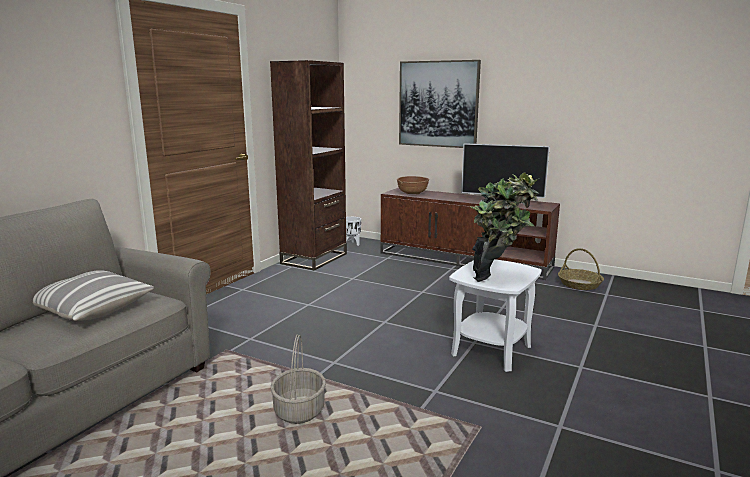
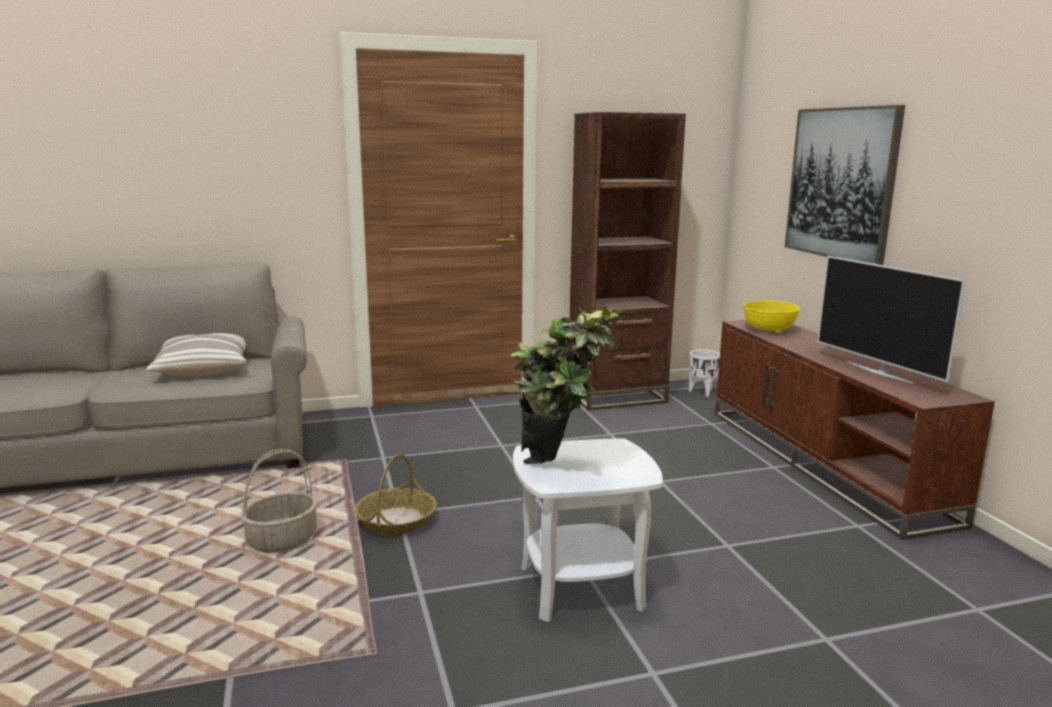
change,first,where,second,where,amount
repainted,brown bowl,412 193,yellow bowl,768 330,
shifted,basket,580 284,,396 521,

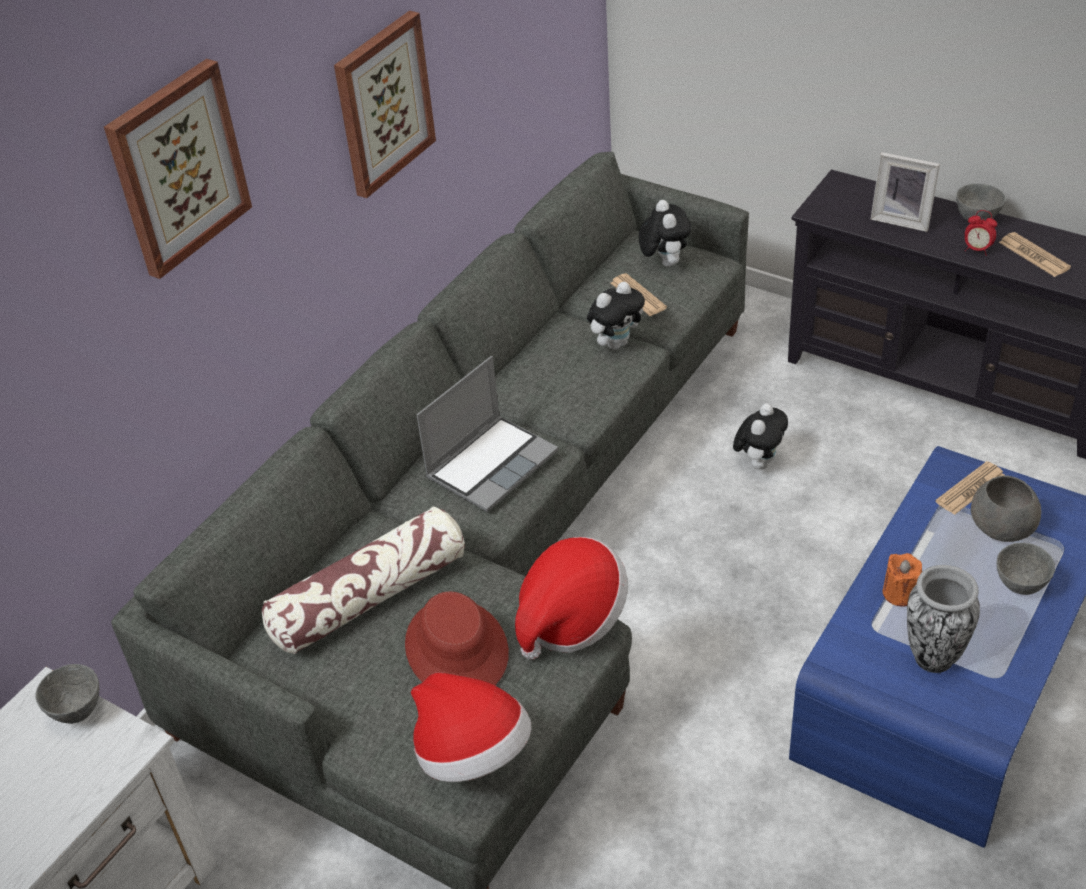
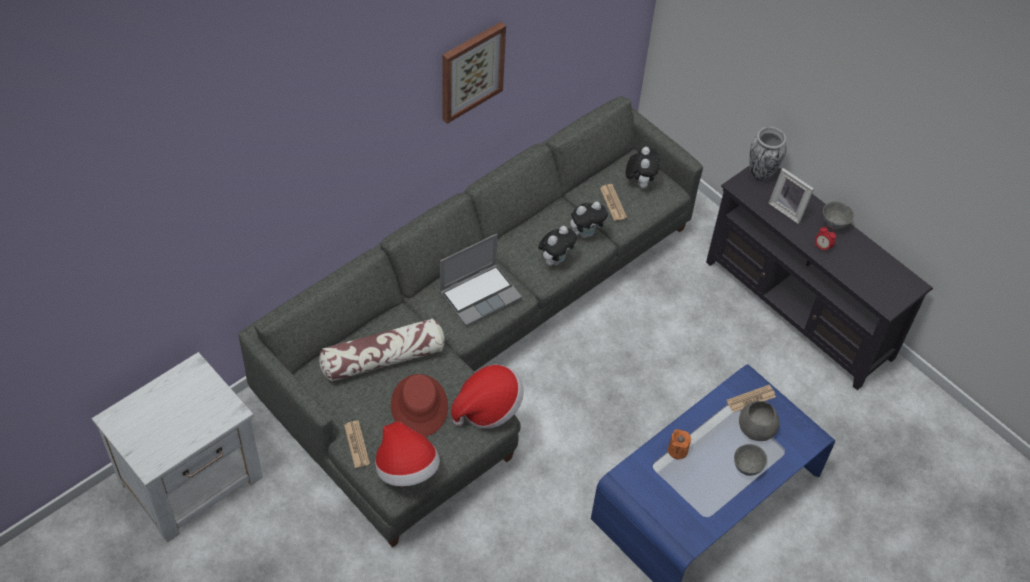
change,first,where,second,where,amount
gone,picture,177 168,,,
shifted,newspaper,1034 255,,356 444,
shifted,plush toy,759 462,,555 259,
shifted,vase,933 656,,761 174,
gone,grey bowl,76 712,,,

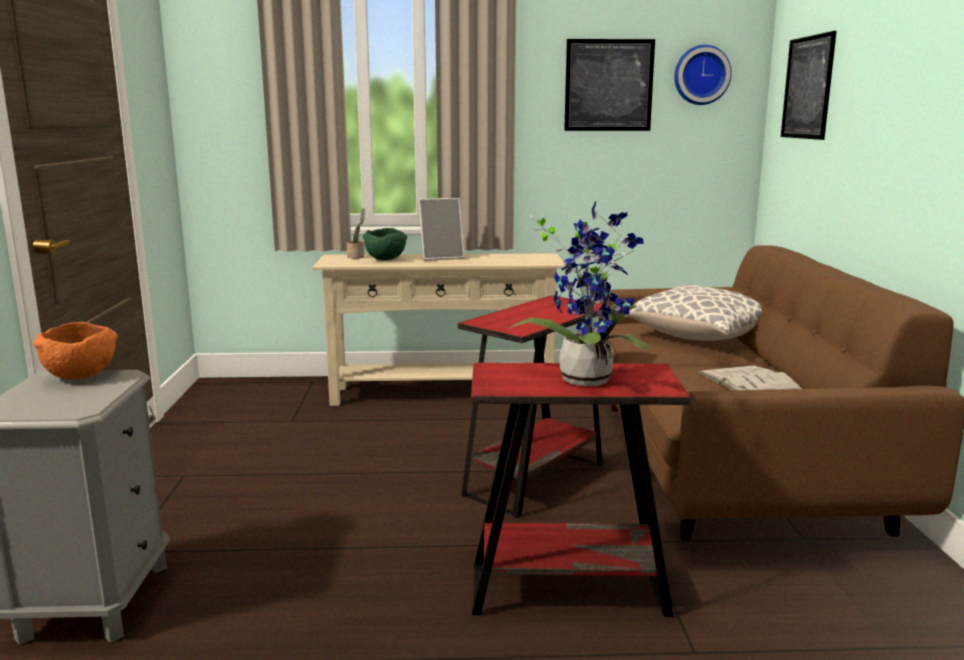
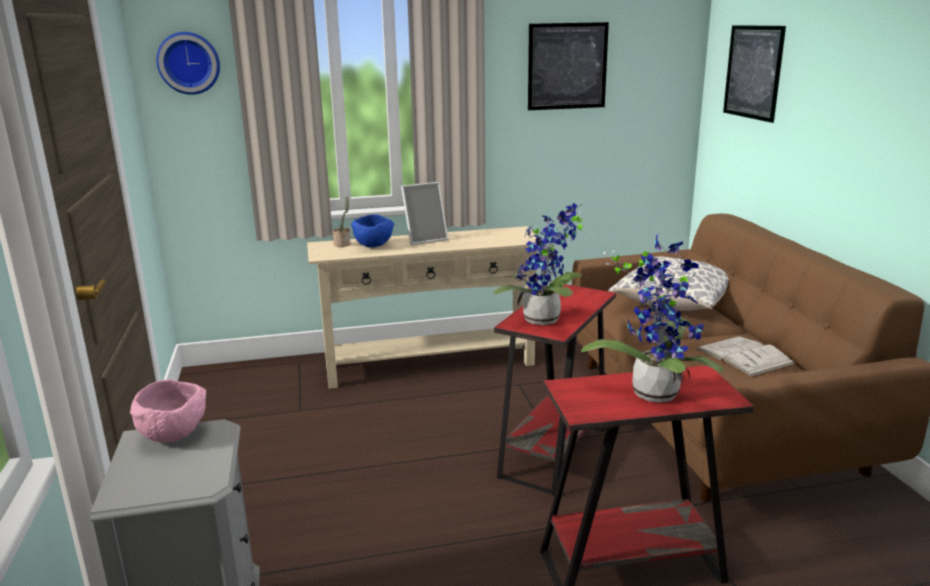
change,first,where,second,where,amount
shifted,wall clock,701 75,,189 63,
repainted,green bowl,386 259,blue bowl,374 246,
repainted,orange bowl,81 376,pink bowl,174 435,
new,,,potted plant,545 321,

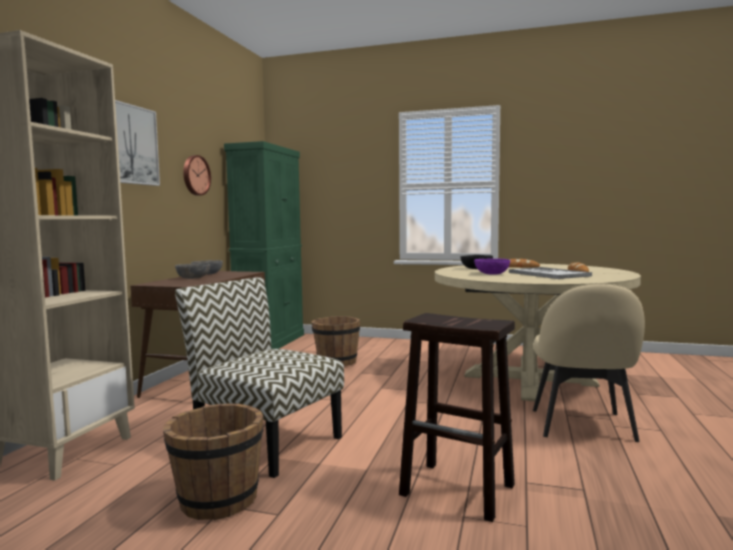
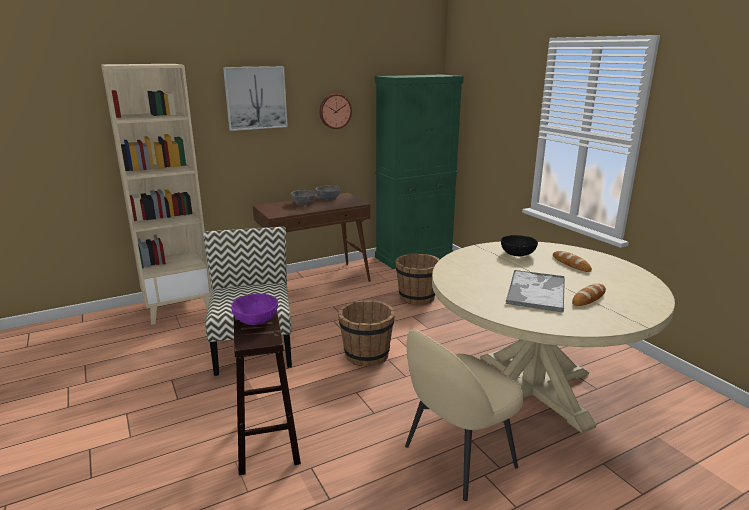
change,first,where,second,where,amount
shifted,purple bowl,491 274,,256 320,
shifted,brown bucket,218 500,,366 355,

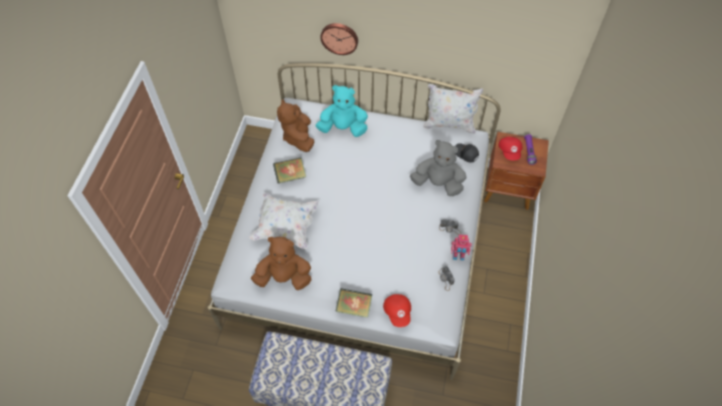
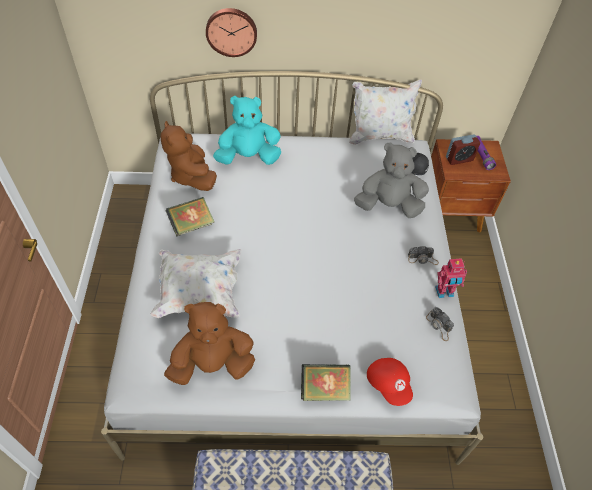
change,first,where,second,where,amount
swapped,red cap,510 151,alarm clock,459 159,

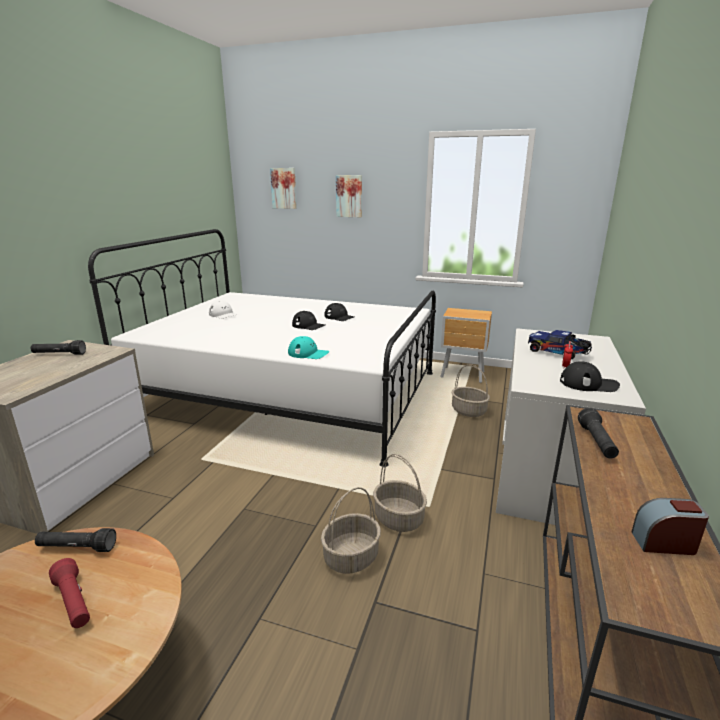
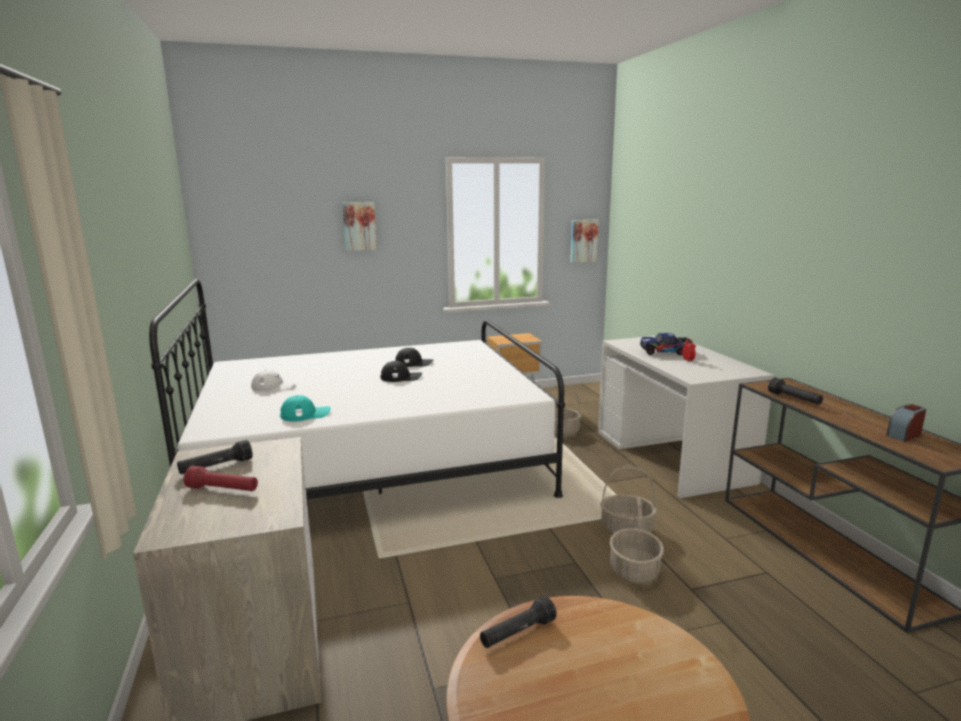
change,first,where,second,where,amount
shifted,picture,284 188,,583 240,
shifted,turquoise cap,308 353,,305 414,
gone,black cap,588 384,,,
shifted,red flashlight,73 602,,223 490,

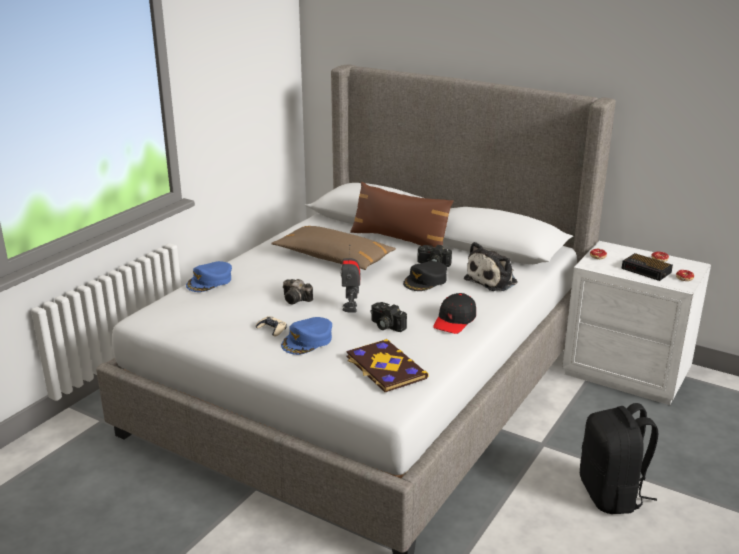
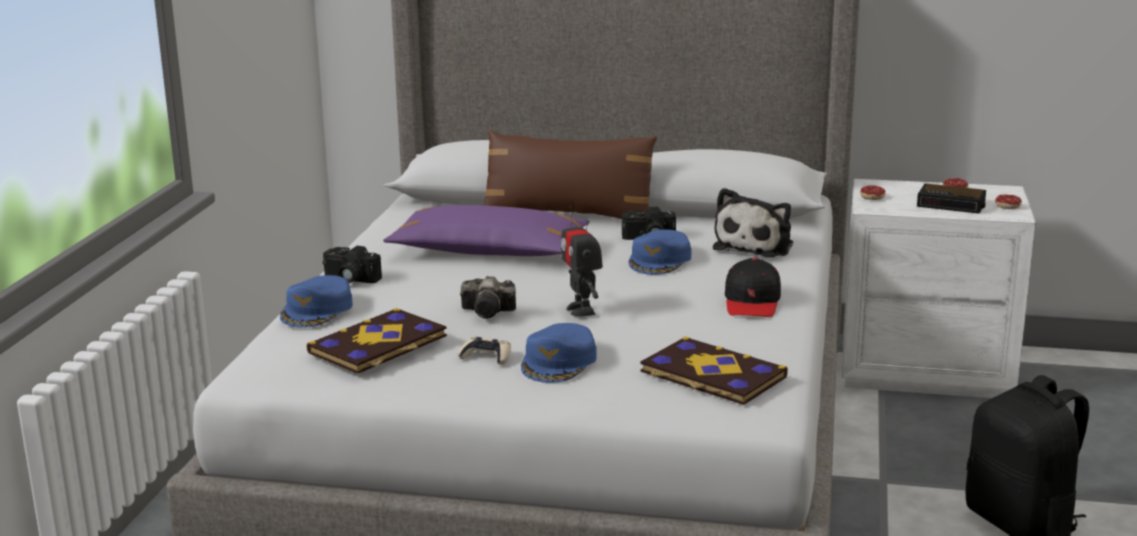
change,first,where,second,where,amount
repainted,brown pillow,333 258,purple pillow,489 252,
repainted,black cap,425 281,blue cap,660 260,
shifted,photo camera,385 326,,349 279,
new,,,book,379 345,

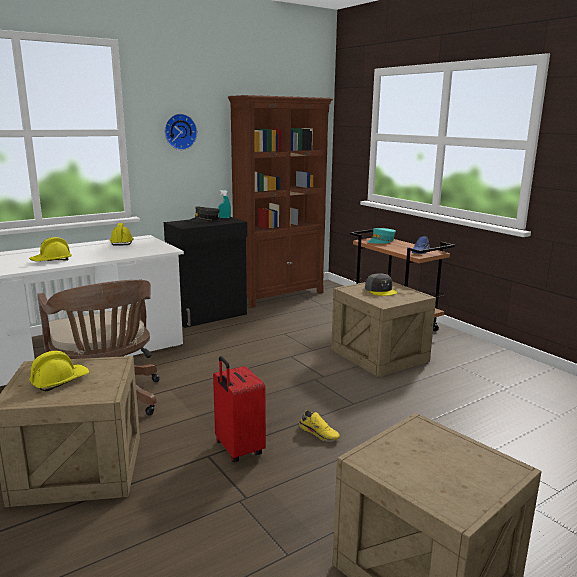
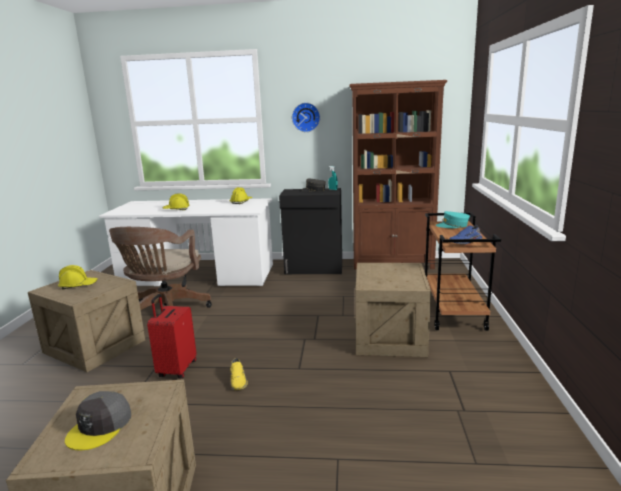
change,first,where,second,where,amount
shifted,grey cap,380 290,,100 426,

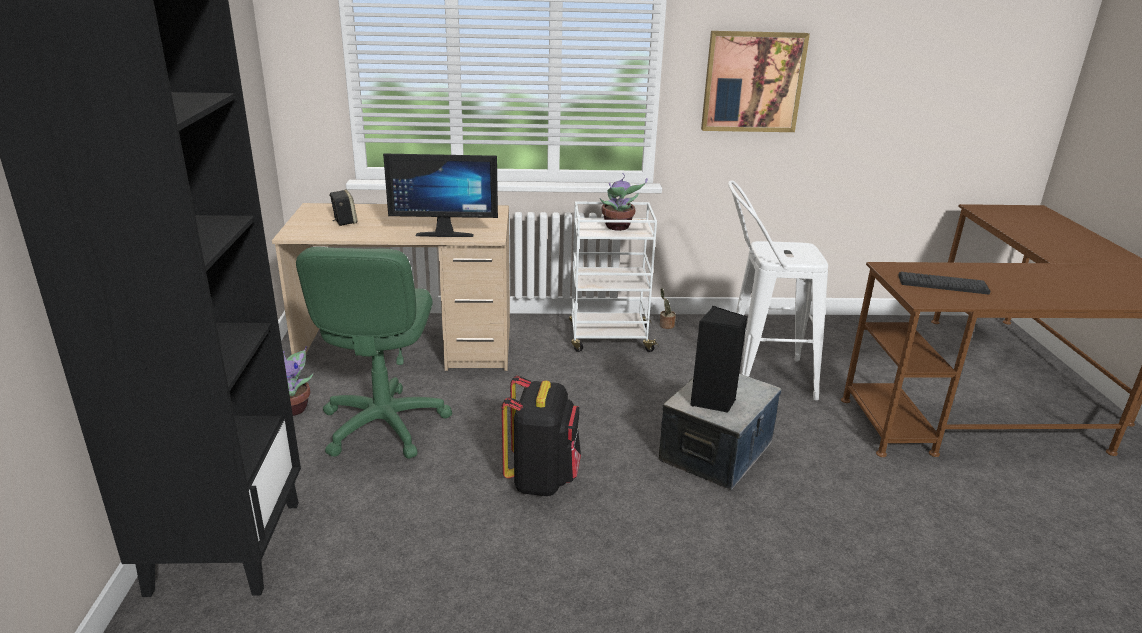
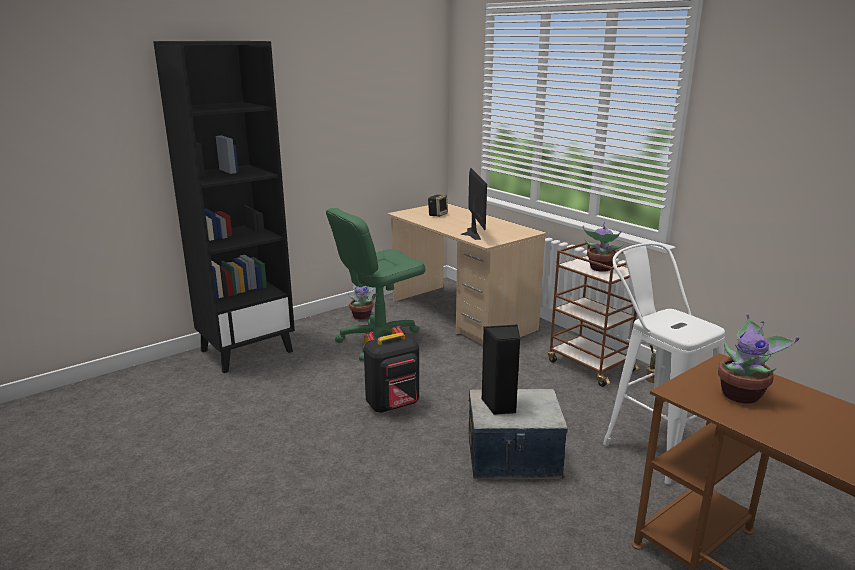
change,first,where,second,where,amount
gone,picture,753 82,,,
rotated,monitor,445 232,,468 234,150 degrees counterclockwise
repainted,white cart,609 338,brown cart,589 365,
swapped,keyboard,942 284,potted plant,743 395,

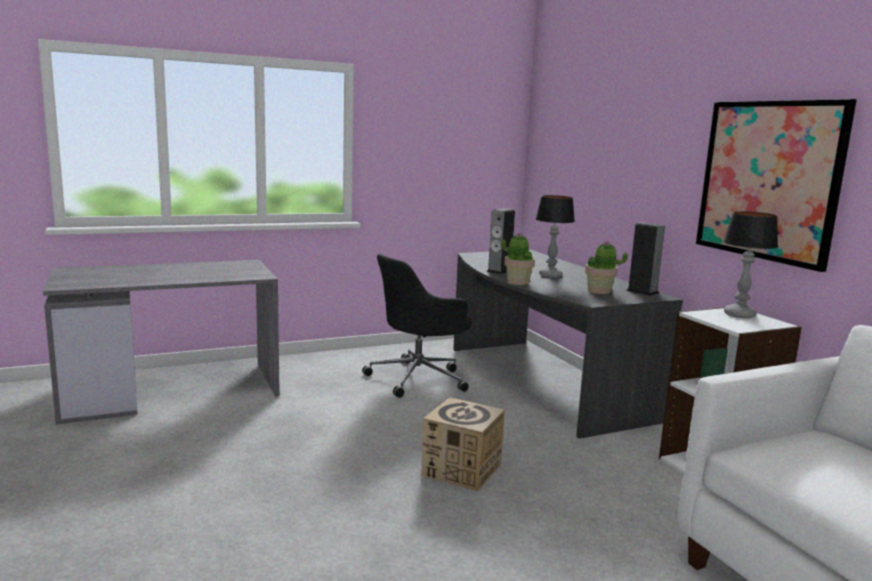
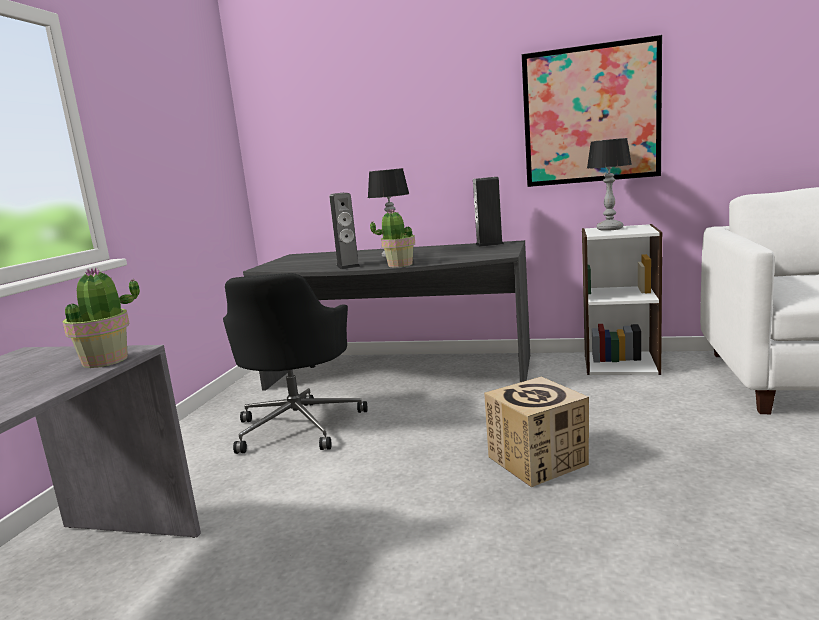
change,first,where,second,where,amount
shifted,potted plant,599 291,,106 361,

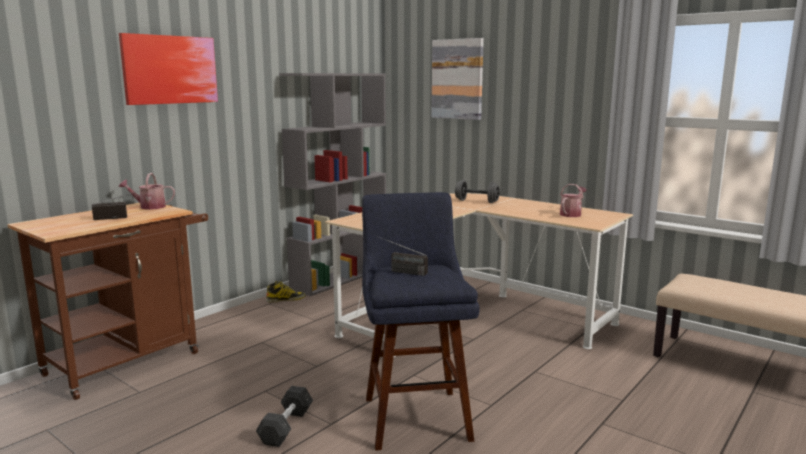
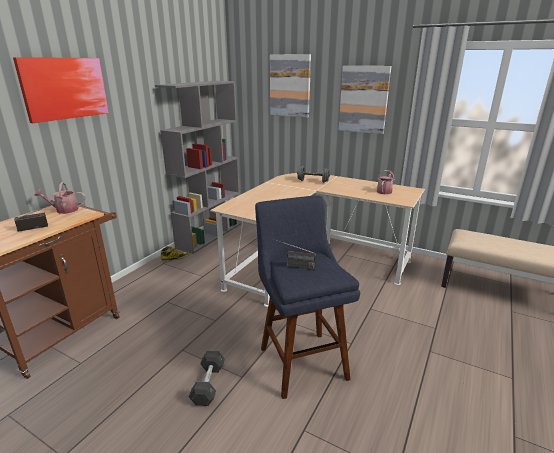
change,first,where,second,where,amount
new,,,picture,364 99,

